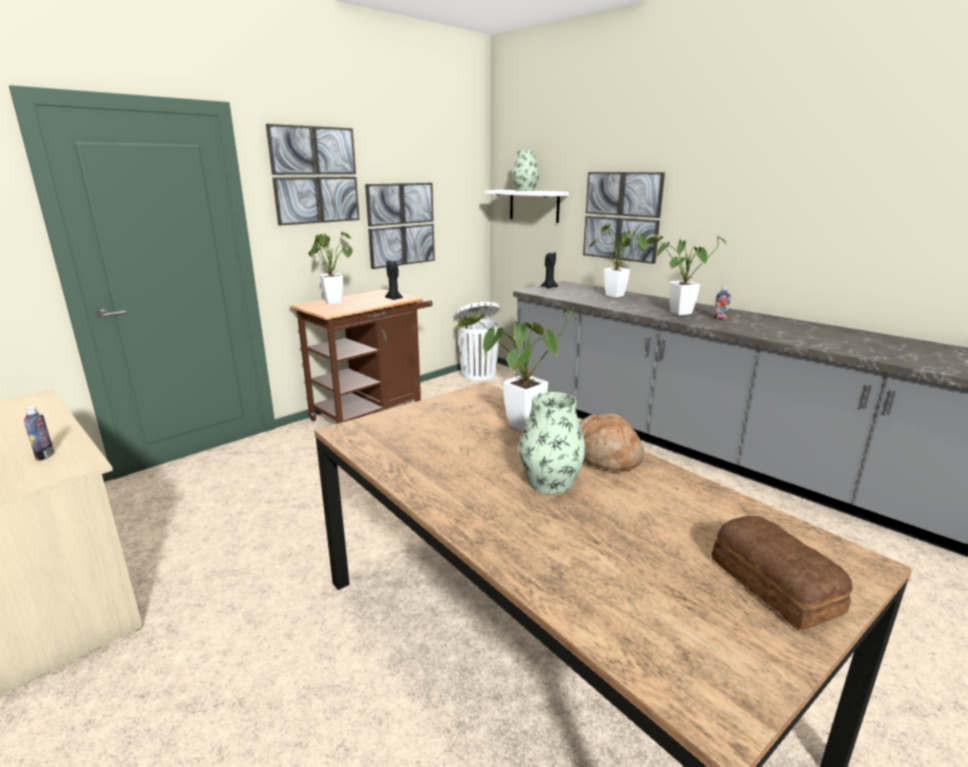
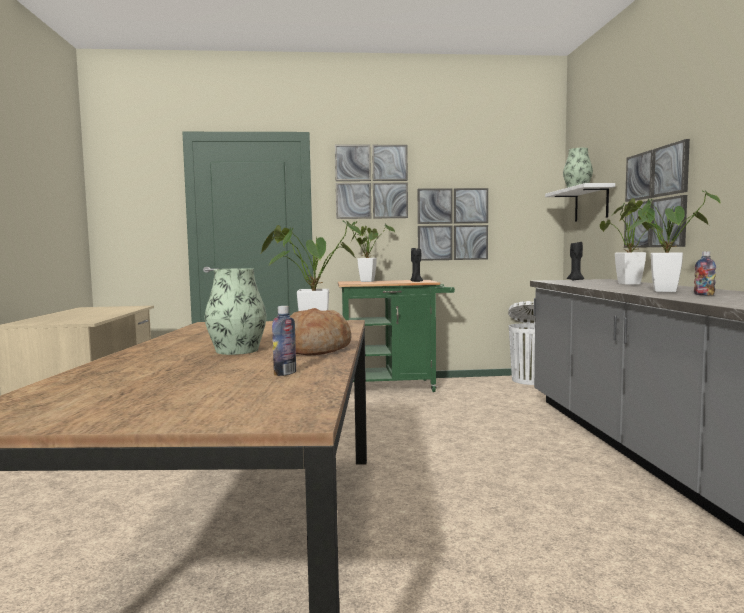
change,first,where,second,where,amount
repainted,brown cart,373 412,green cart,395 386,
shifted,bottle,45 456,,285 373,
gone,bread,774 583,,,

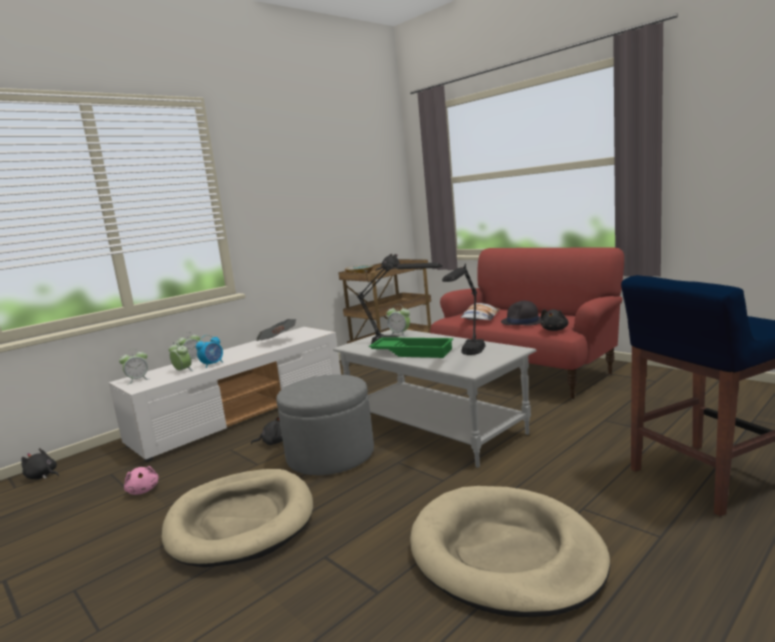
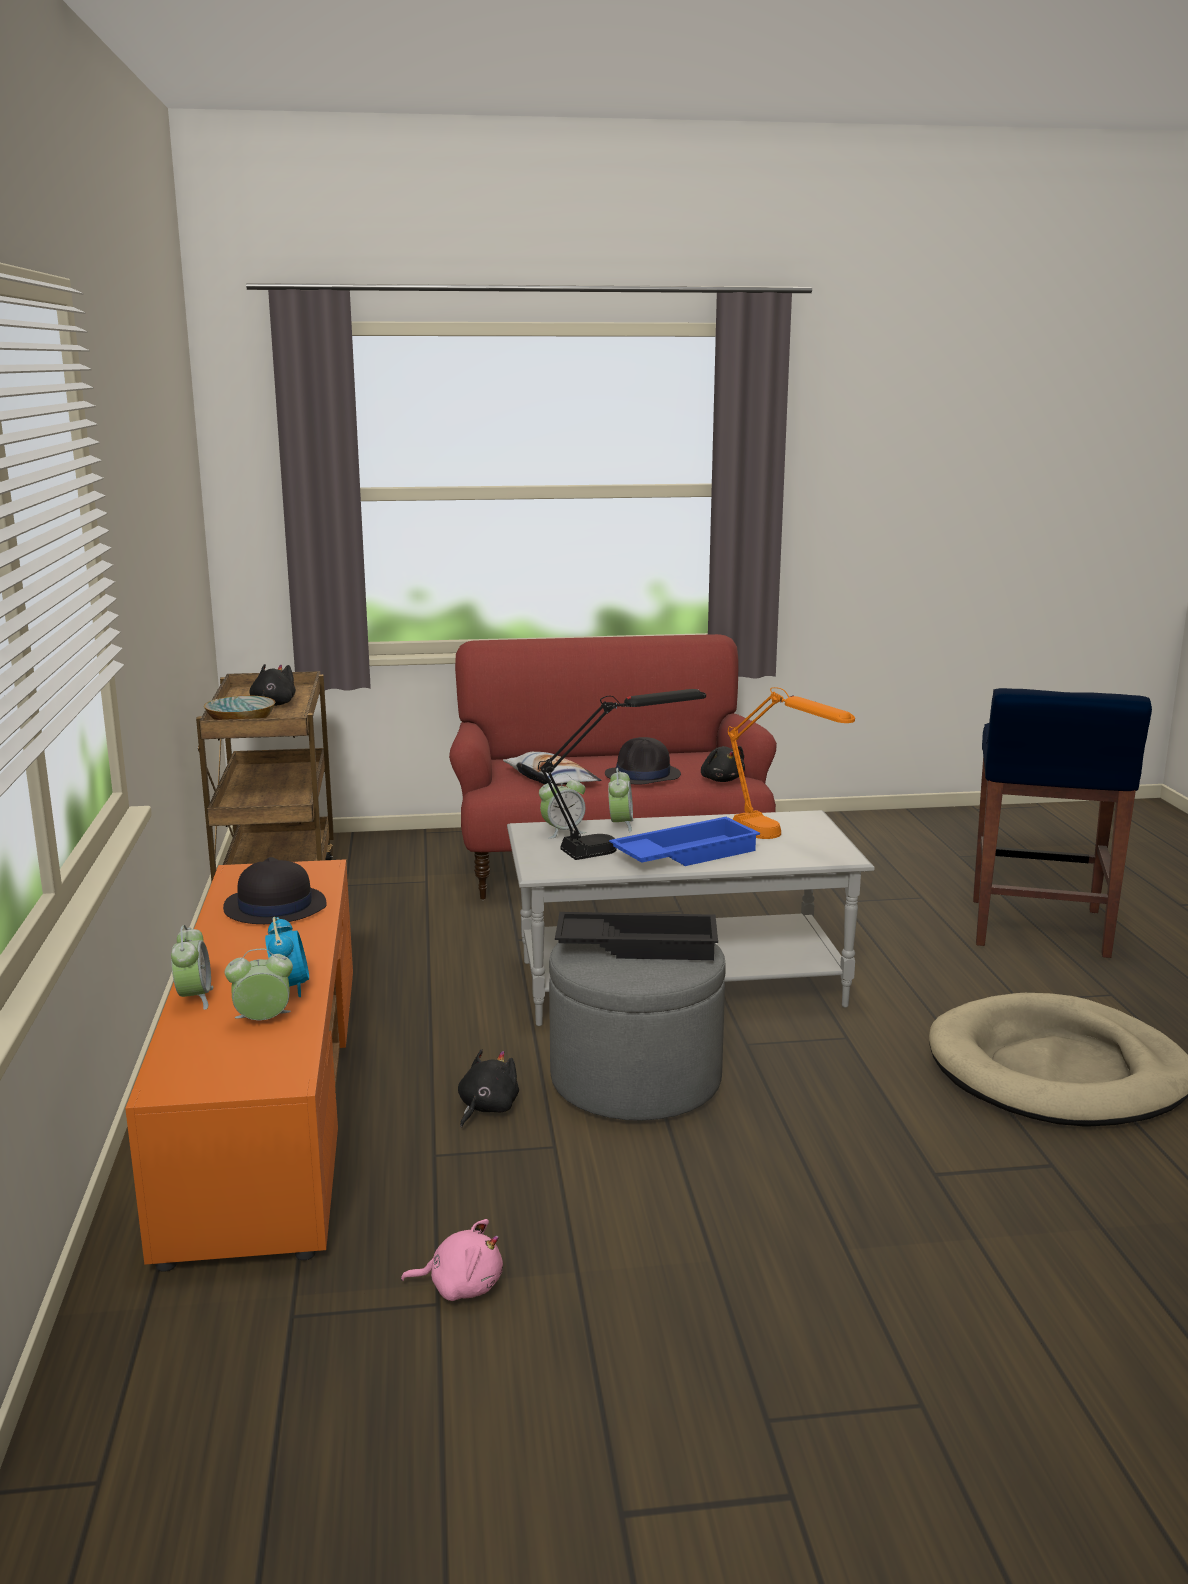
change,first,where,second,where,amount
repainted,black table lamp,468 356,orange table lamp,780 840,
swapped,newspaper,277 341,black hat,274 907,
repainted,white tv stand,243 413,orange tv stand,268 1098,
repainted,green tray,413 352,blue tray,684 853,
shifted,alarm clock,138 380,,620 825,
gone,black plush toy,42 476,,,
gone,beige dog bed,241 521,,,
new,,,black tray,638 945,

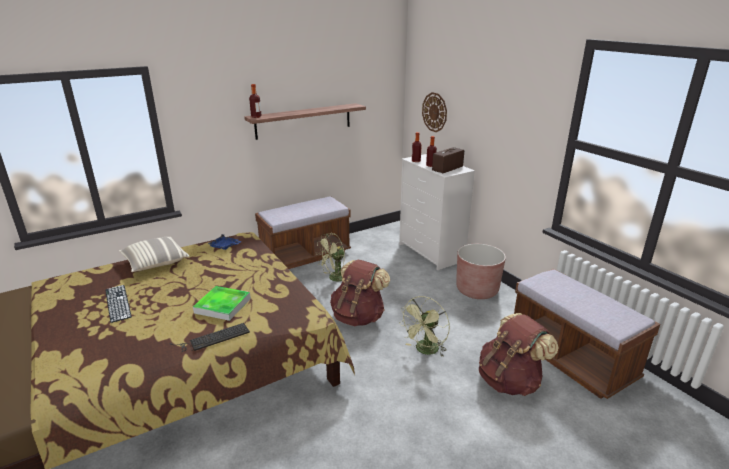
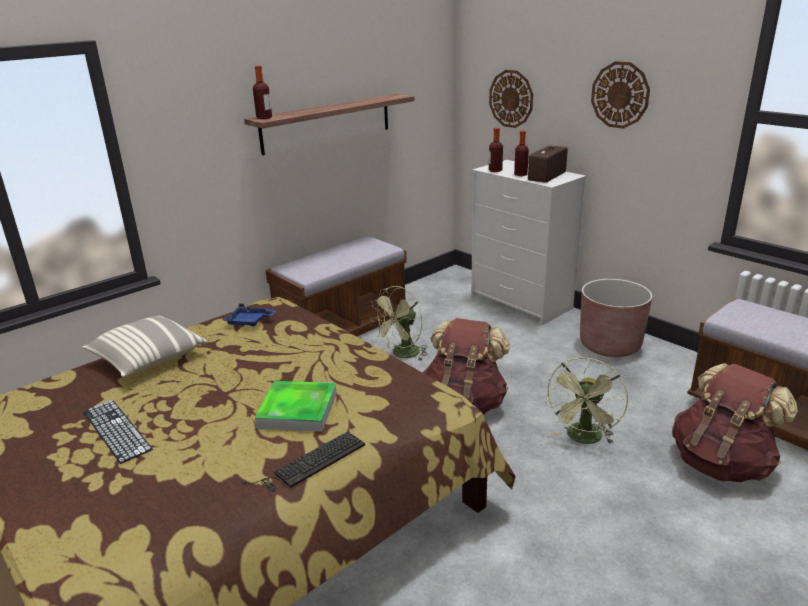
change,first,where,second,where,amount
new,,,wall clock,620 95,

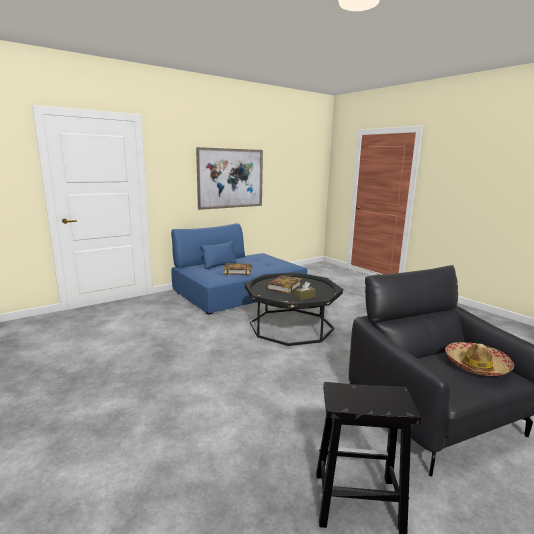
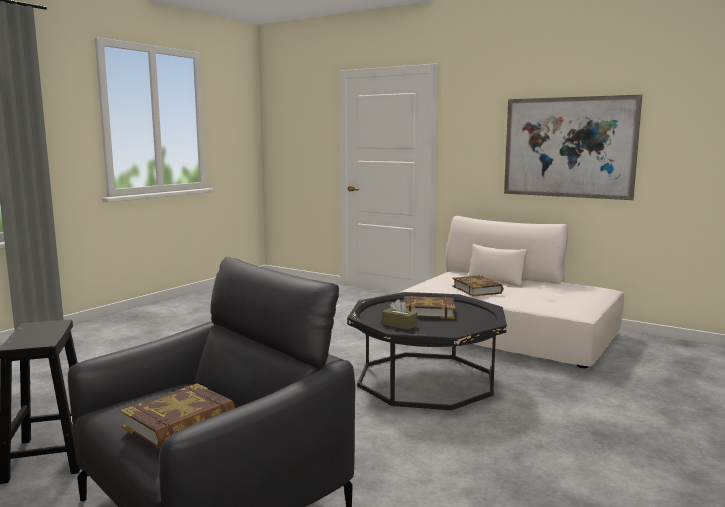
change,first,where,second,where,amount
repainted,blue sofa,239 292,beige sofa,510 332,
swapped,hat,476 365,book,180 423,

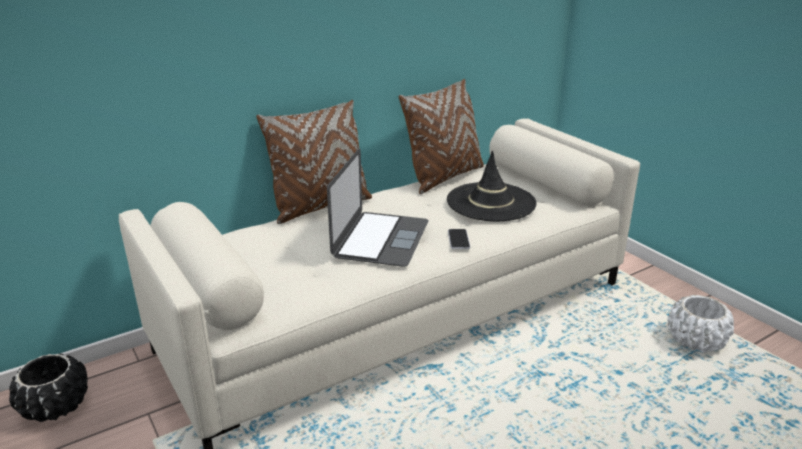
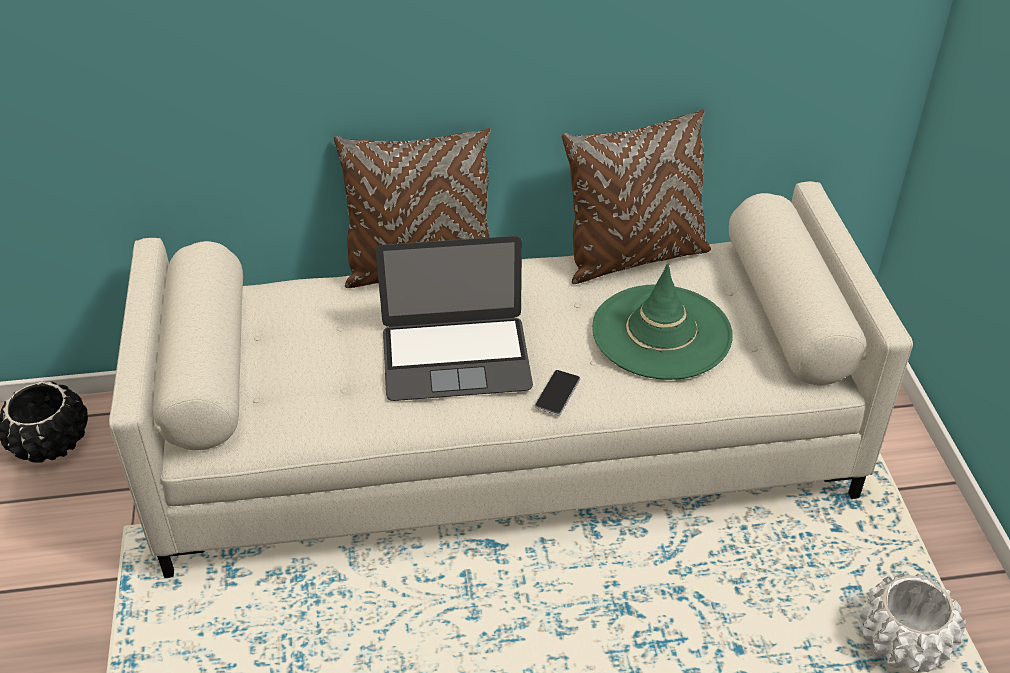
change,first,where,second,where,amount
rotated,laptop,381 239,,456 358,45 degrees clockwise
repainted,black hat,491 202,green hat,661 332,

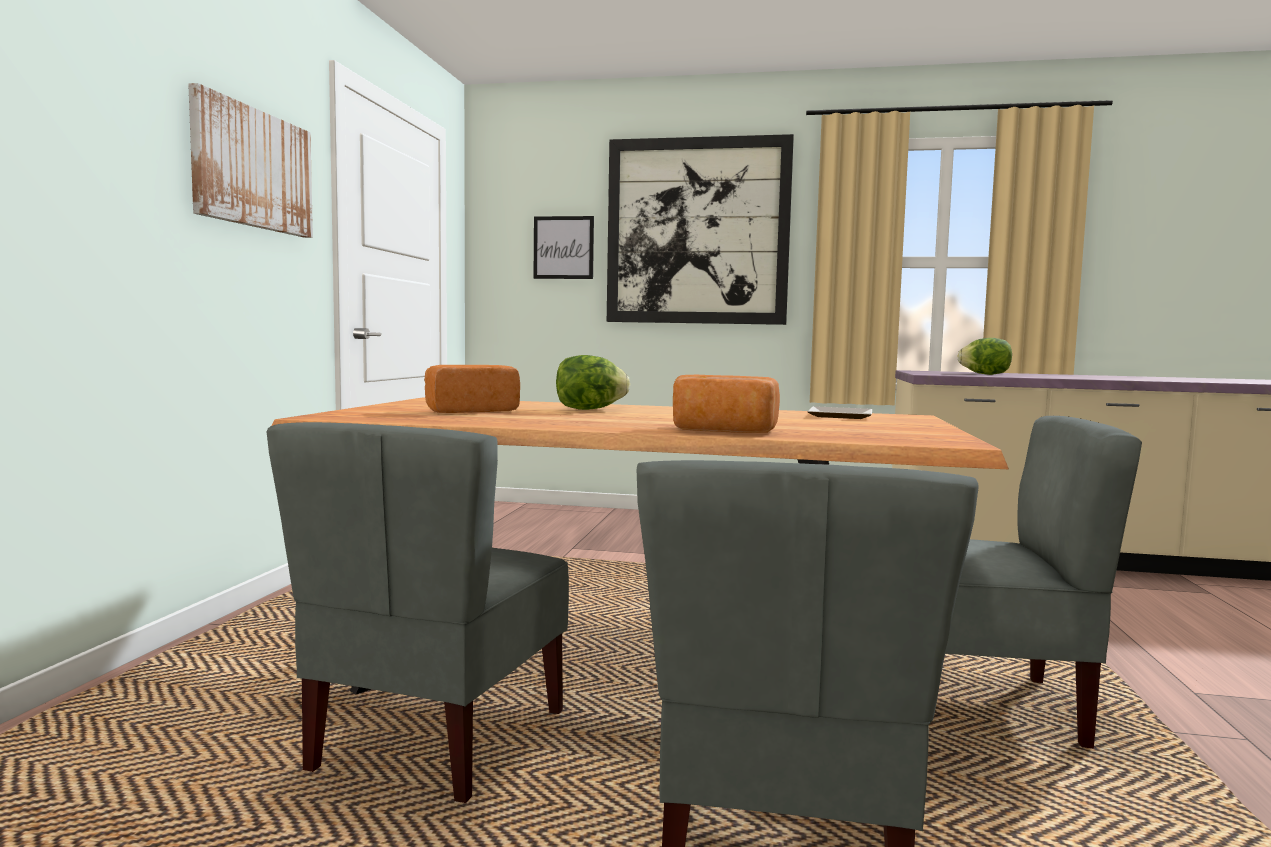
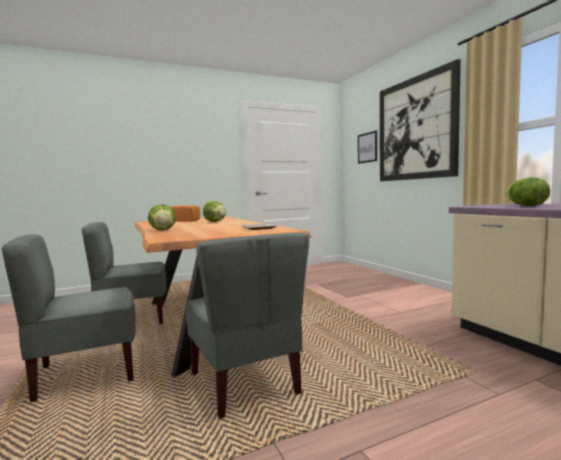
change,first,where,second,where,amount
gone,picture,253 169,,,
swapped,bread,723 431,lettuce,163 230,

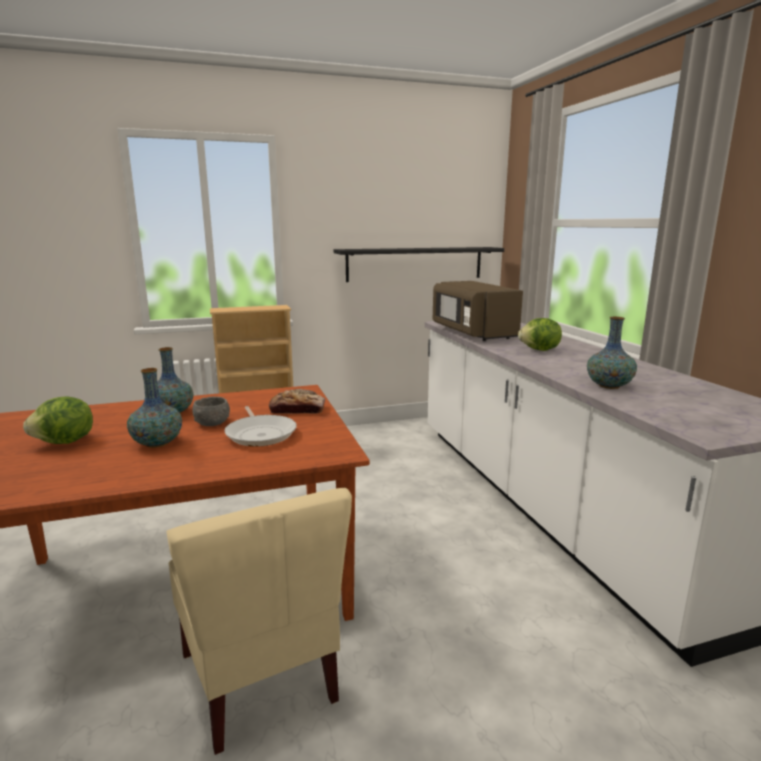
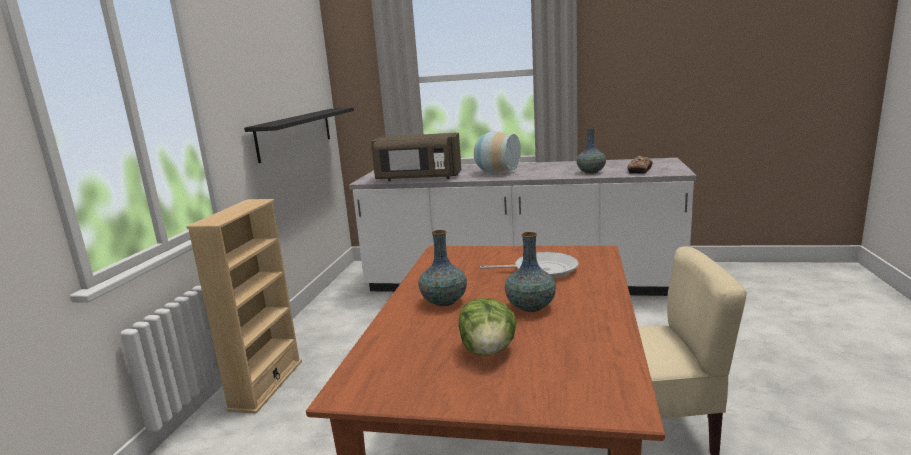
change,first,where,second,where,amount
swapped,lettuce,540 350,vase,496 172,
shifted,bread,297 410,,639 170,
gone,grey bowl,212 423,,,

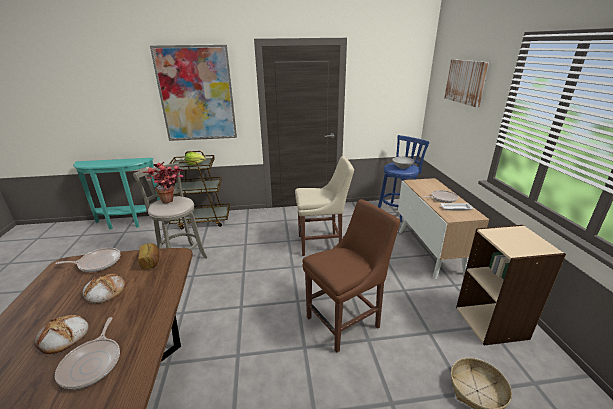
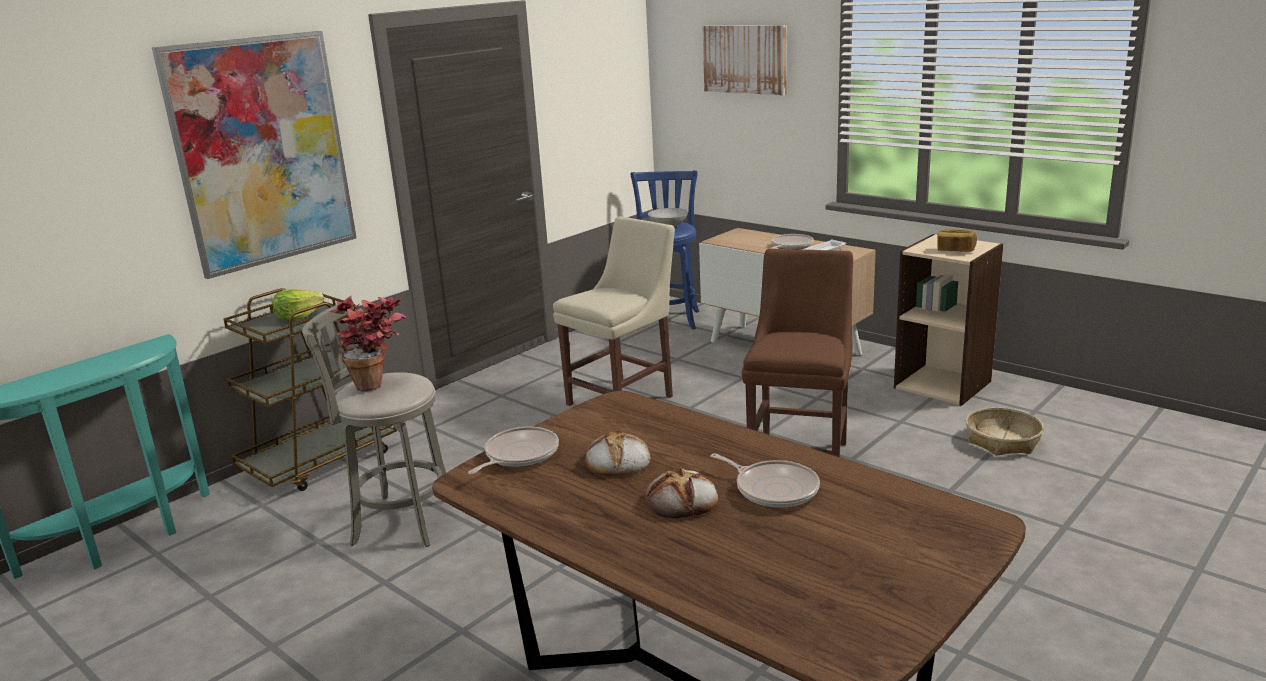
change,first,where,second,where,amount
shifted,bread,151 262,,955 250,

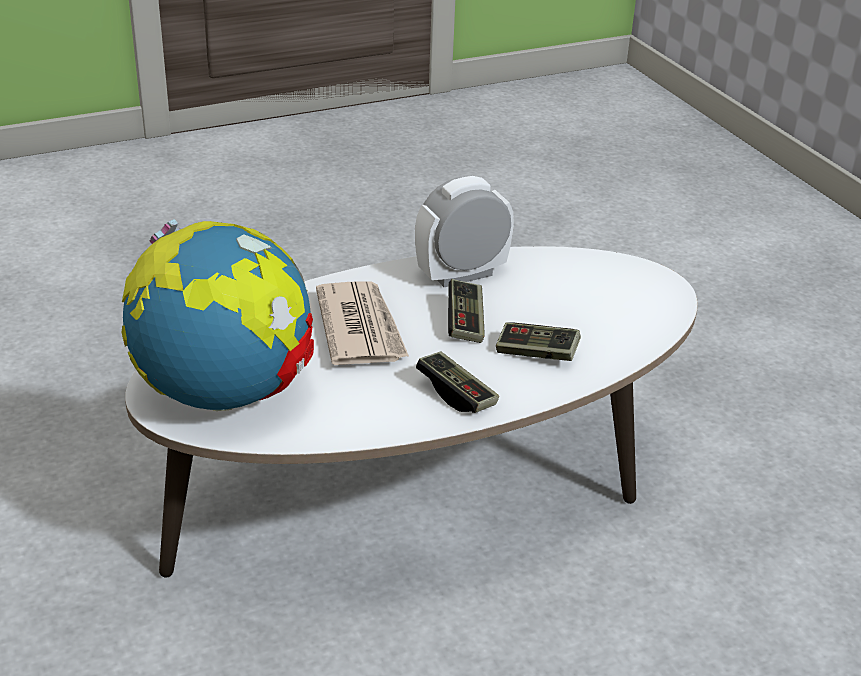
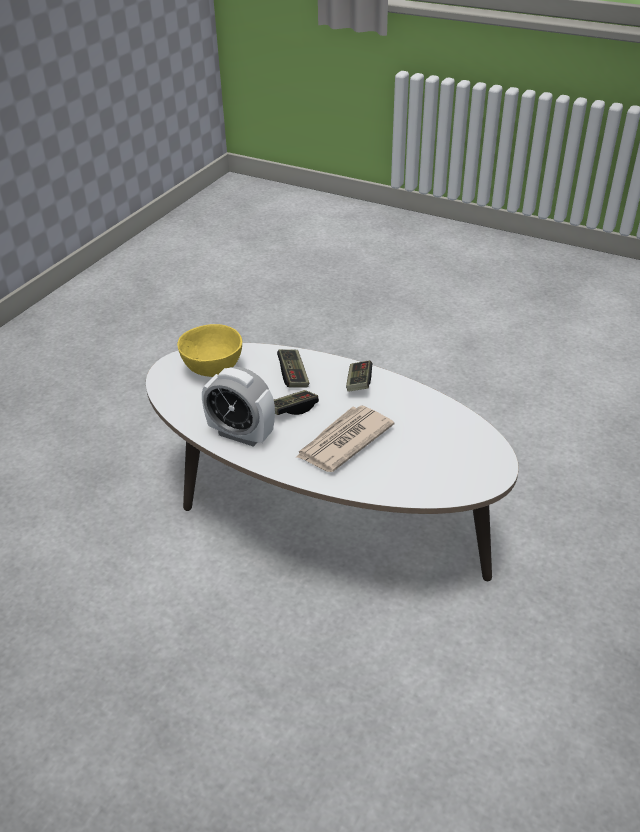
change,first,where,second,where,amount
gone,globe,225 394,,,
new,,,yellow bowl,213 370,

